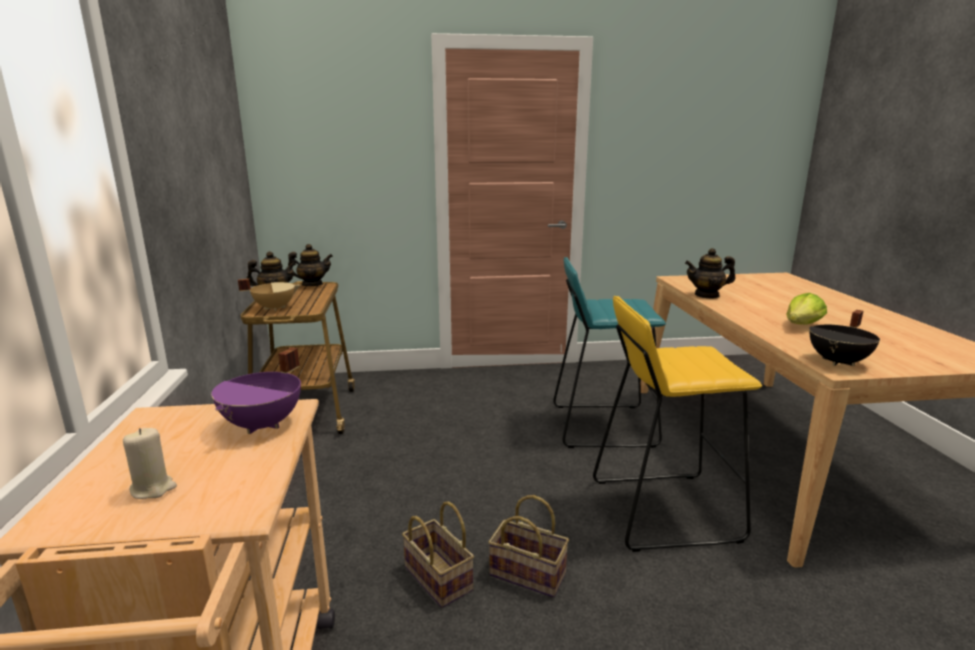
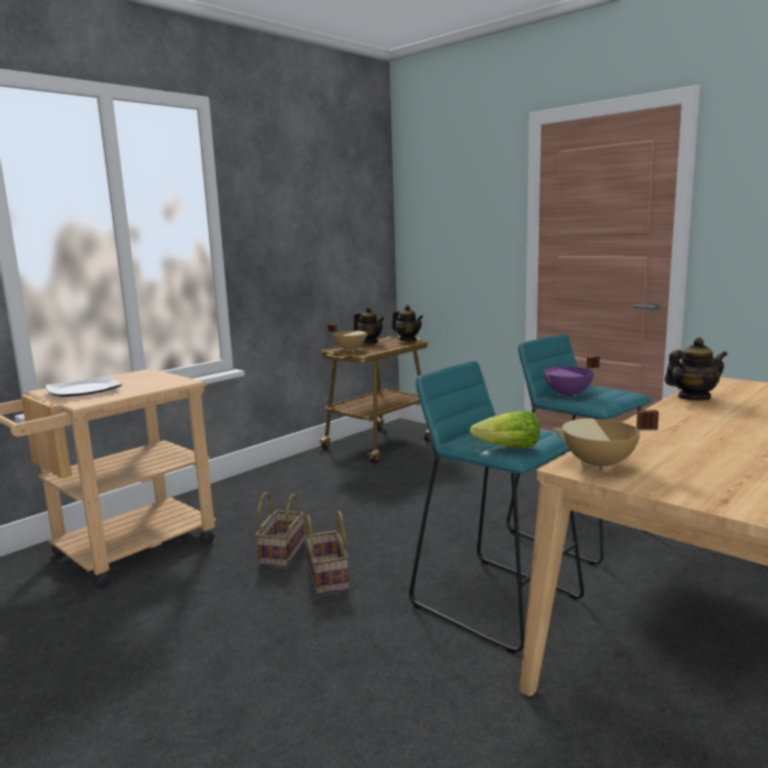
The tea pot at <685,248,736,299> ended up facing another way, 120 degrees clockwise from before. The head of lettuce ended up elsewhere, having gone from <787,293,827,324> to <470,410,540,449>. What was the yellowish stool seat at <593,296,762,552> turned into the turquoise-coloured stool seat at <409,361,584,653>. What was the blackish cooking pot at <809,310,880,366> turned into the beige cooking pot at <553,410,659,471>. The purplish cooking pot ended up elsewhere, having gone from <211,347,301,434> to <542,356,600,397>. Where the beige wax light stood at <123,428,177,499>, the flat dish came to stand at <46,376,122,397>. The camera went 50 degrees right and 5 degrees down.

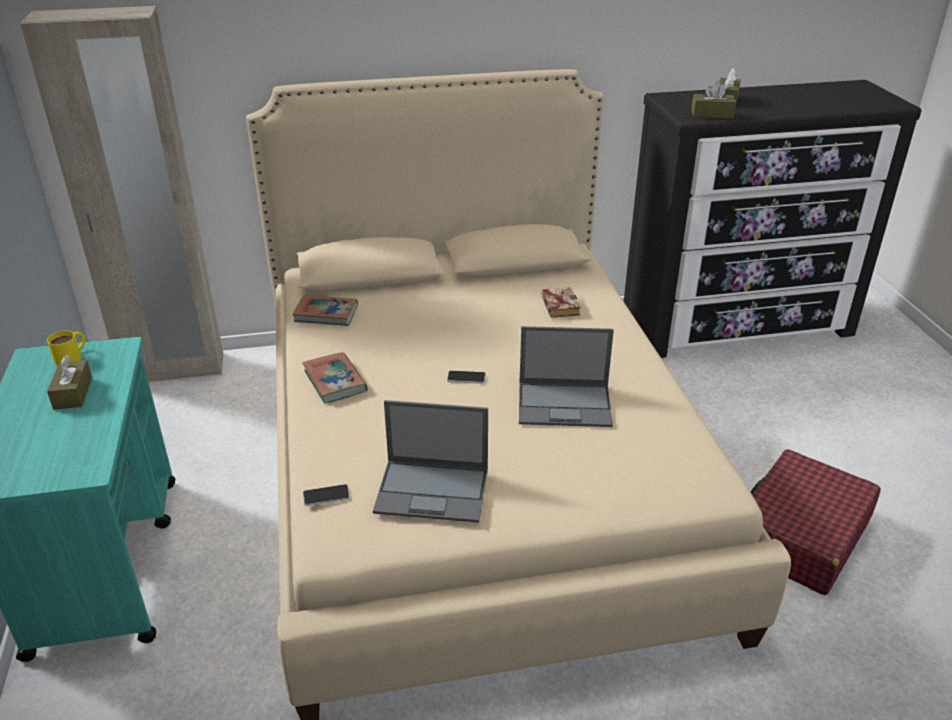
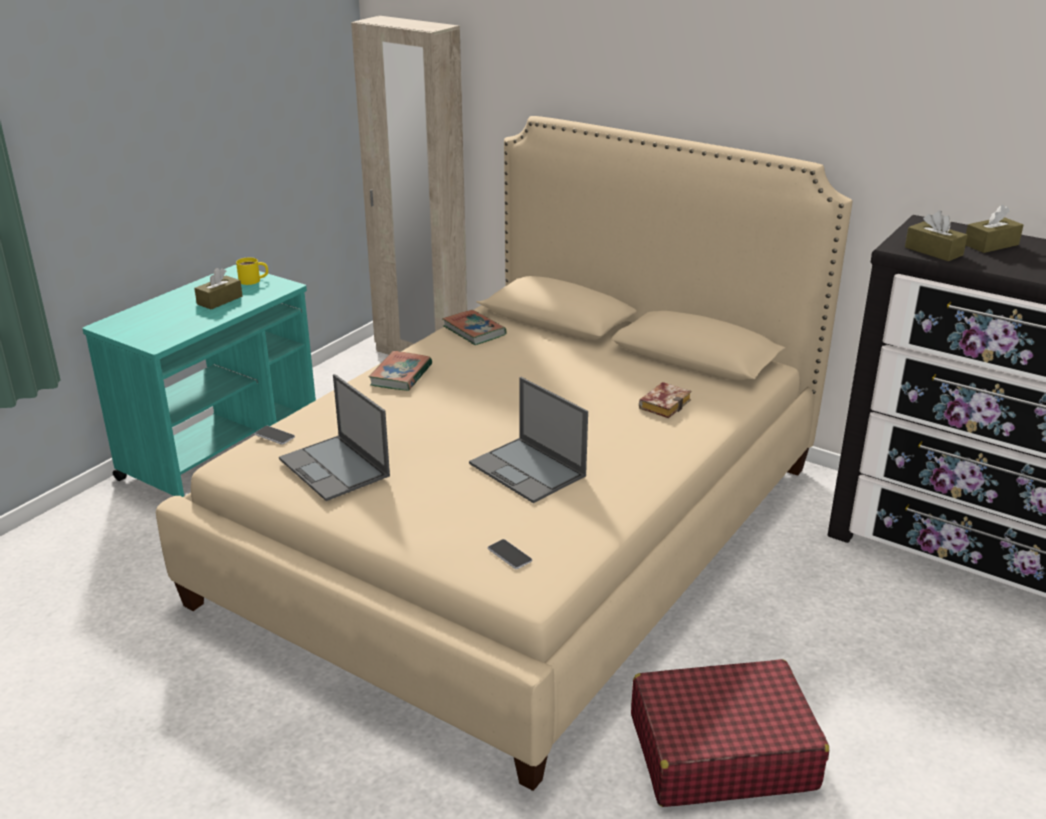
The handset ended up elsewhere, having gone from <447,370,486,384> to <488,539,532,569>. The camera went 45 degrees right and 5 degrees down.

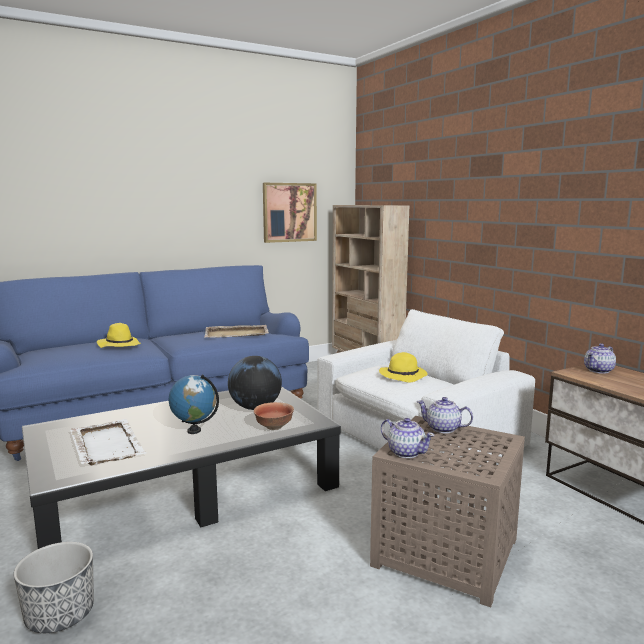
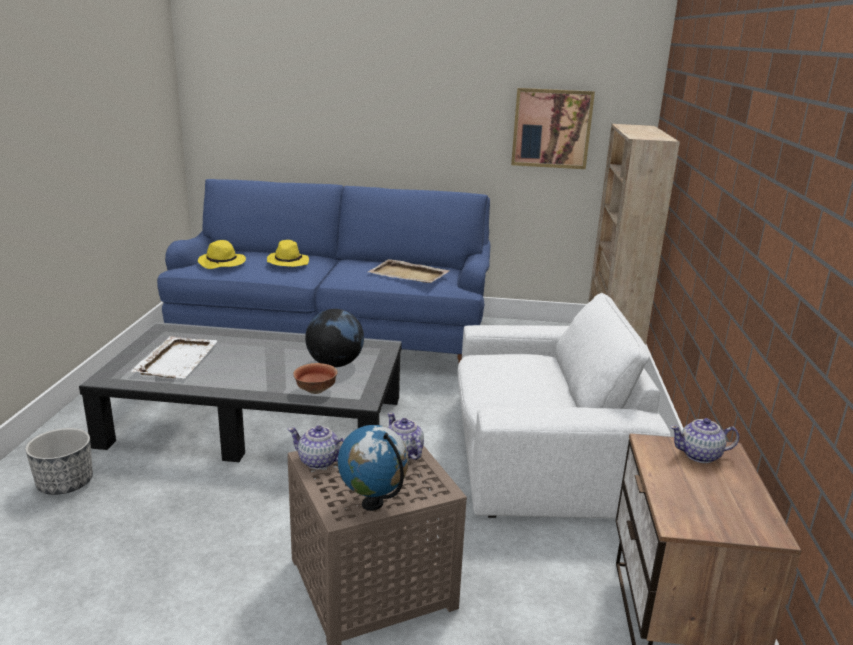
The yellowish clothing hat ended up elsewhere, having gone from <379,352,428,383> to <198,240,246,269>. The globe ended up elsewhere, having gone from <168,375,219,434> to <338,425,409,511>. The tea pot at <381,418,435,458> ended up facing another way, 120 degrees clockwise from before. The camera went 35 degrees right and 10 degrees up.

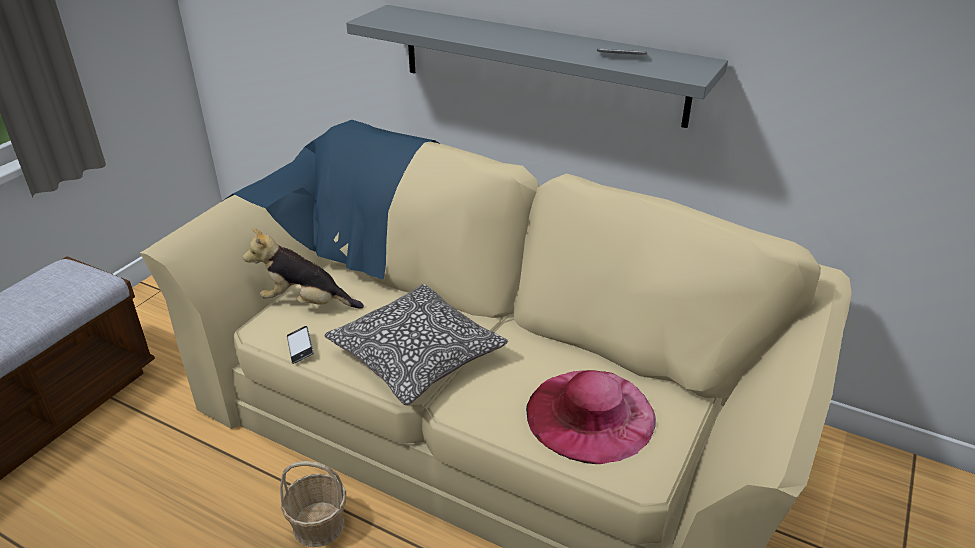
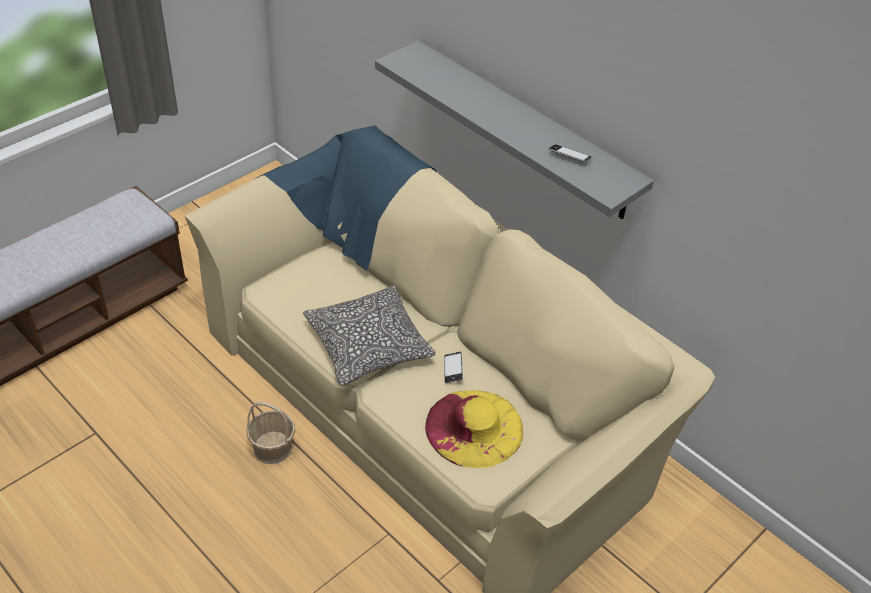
The second view lost the cuddly toy at <243,228,364,309>. The handset ended up elsewhere, having gone from <287,326,313,364> to <444,352,463,383>. What was the pink clothing hat at <526,370,656,464> turned into the yellowish clothing hat at <425,390,523,468>. The camera went 15 degrees right and 10 degrees up.

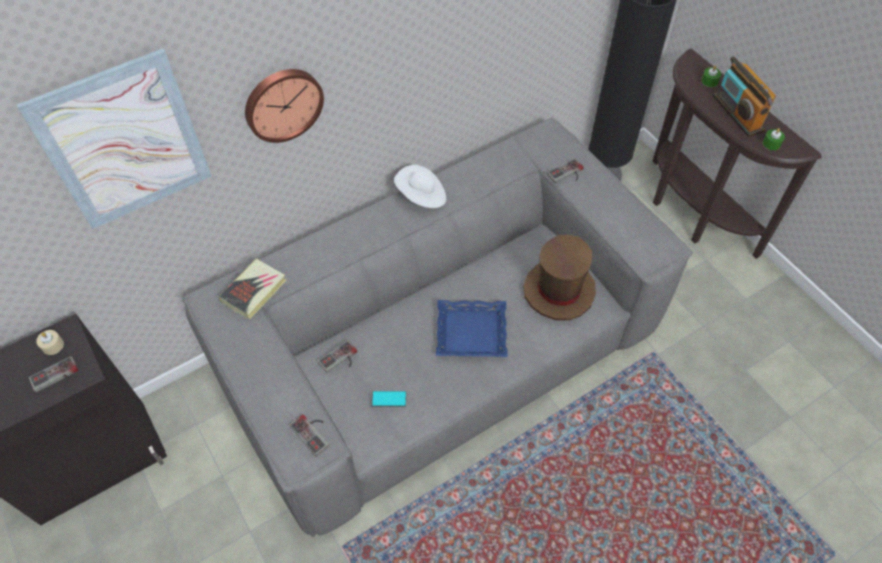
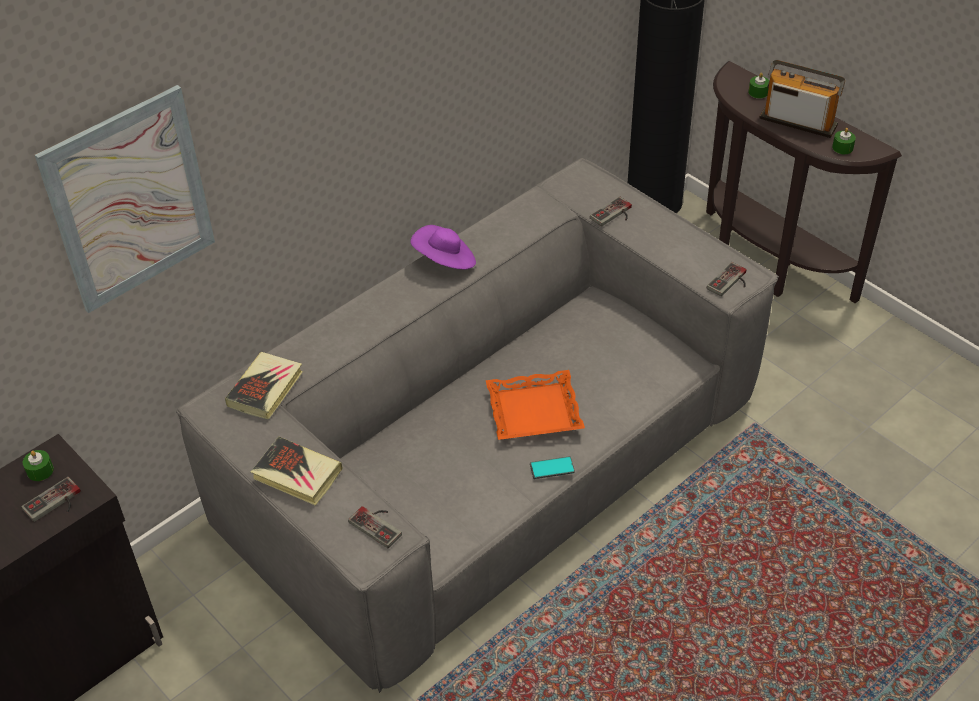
The radio set at <713,56,776,137> ended up facing another way, 150 degrees clockwise from before. The second view lost the hanging clock at <245,69,324,143>. What was the whitish clothing hat at <394,165,446,208> turned into the purplish clothing hat at <410,225,476,269>. The second view lost the brown clothing hat at <523,235,596,320>. What was the blue serving tray at <436,300,508,357> turned into the orangey serving tray at <486,370,585,440>. What was the beige wax light at <36,330,64,355> turned into the green wax light at <23,450,54,481>. The gamepad ended up elsewhere, having gone from <318,340,357,373> to <707,262,746,296>. The handset ended up elsewhere, having gone from <371,391,406,407> to <530,456,575,479>. The second view gained the volume at <251,436,343,506>. The camera went 10 degrees left and 10 degrees down.

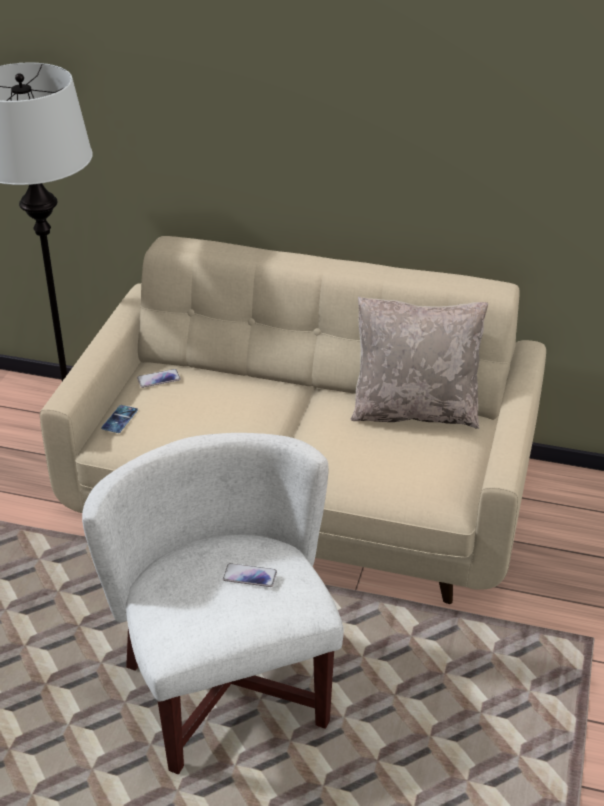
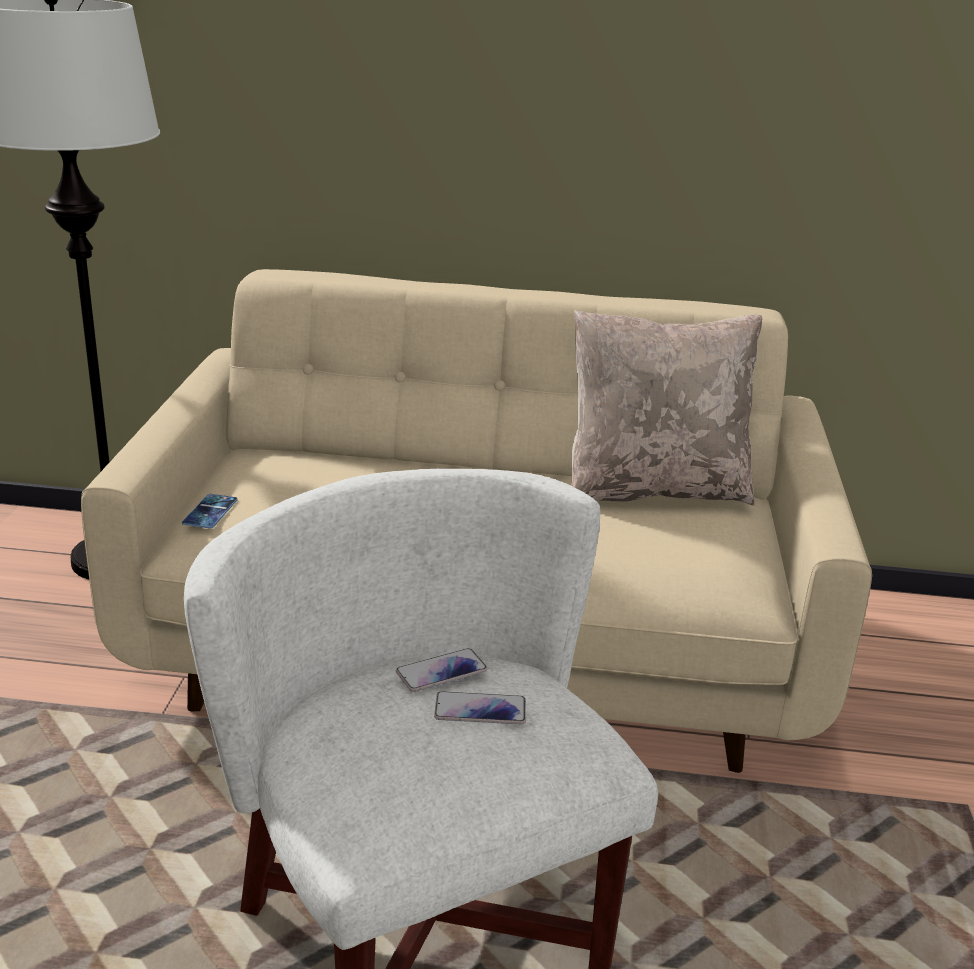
The handset ended up elsewhere, having gone from <137,369,181,388> to <396,648,488,692>. The camera went 10 degrees left and 10 degrees down.

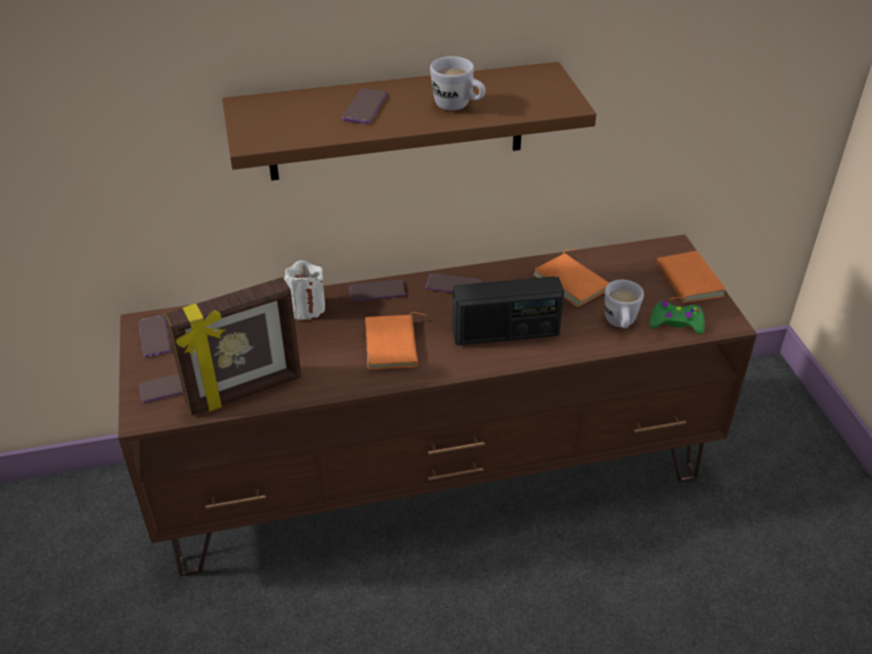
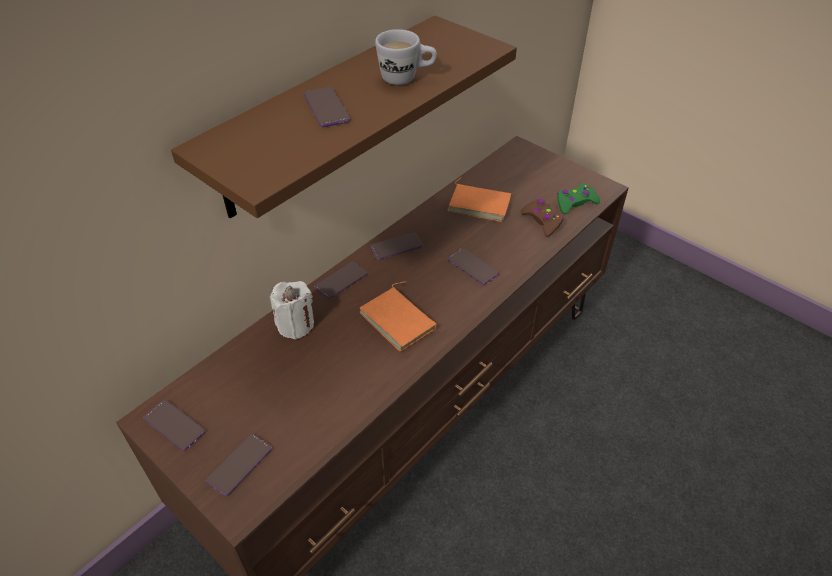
The second view lost the orangey volume at <657,251,726,303>. Where the radio set stood at <452,276,564,345>, the handset came to stand at <448,248,499,285>. The second view lost the picture frame at <164,277,302,415>. Where the whitish tea mug stood at <605,280,644,328>, the brown gamepad came to stand at <521,199,564,237>. The camera went 35 degrees left and 5 degrees up.

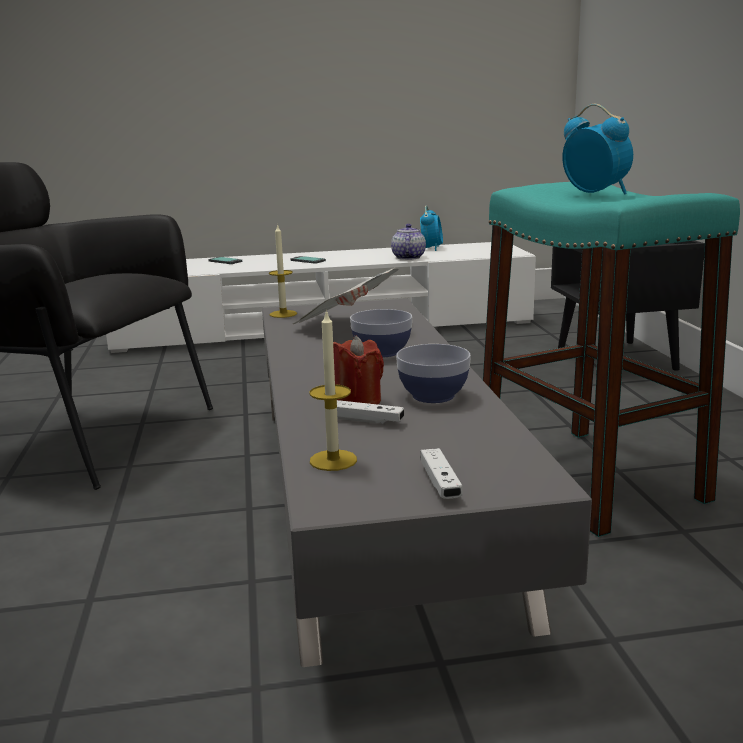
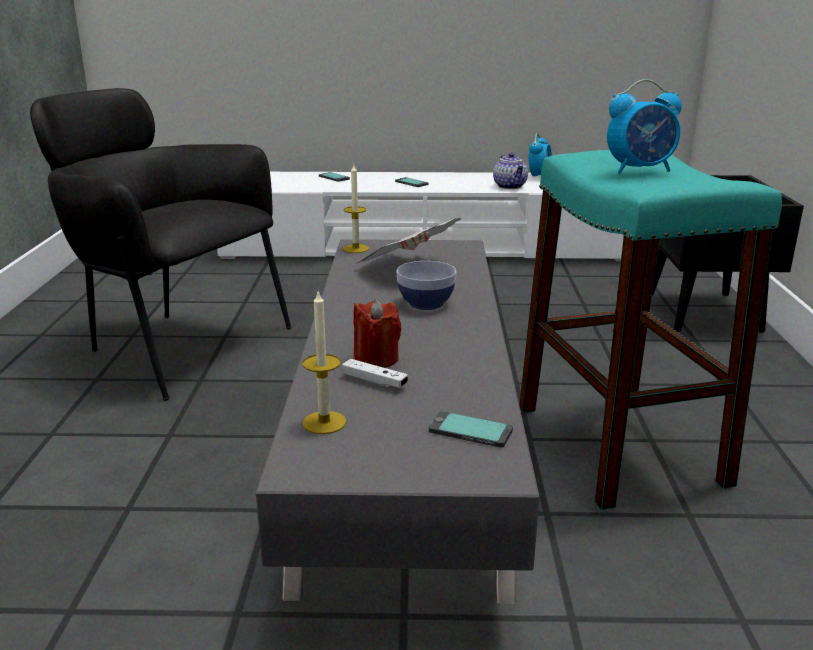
The table clock at <562,104,633,194> ended up facing another way, 105 degrees clockwise from before. The tea pot at <391,224,426,260> ended up facing another way, 150 degrees clockwise from before. The second view lost the serving bowl at <396,344,471,403>. The second view lost the whitish gamepad at <420,448,463,499>. The second view gained the handset at <429,411,513,448>. The camera went 10 degrees right and 5 degrees up.

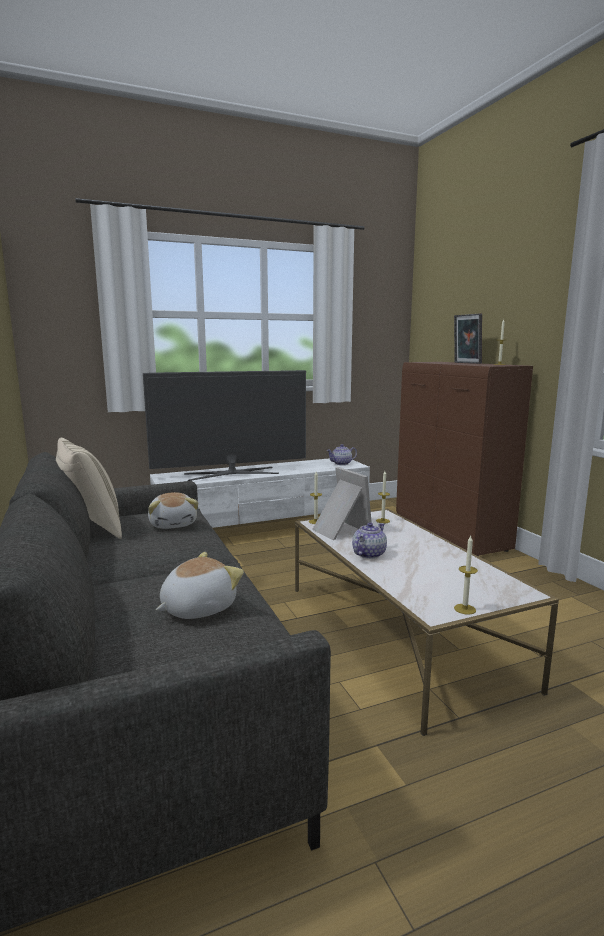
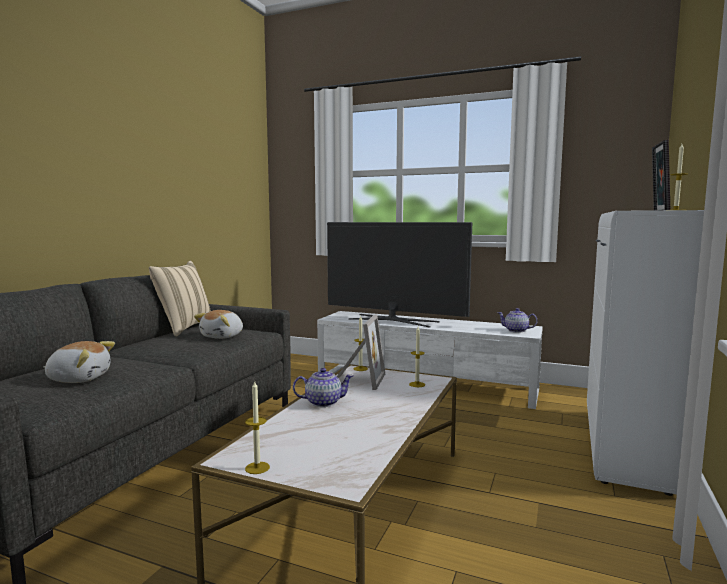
What was the brown storage cabinet at <396,362,533,557> turned into the whitish storage cabinet at <587,210,704,496>. The camera went 45 degrees right and 5 degrees down.

